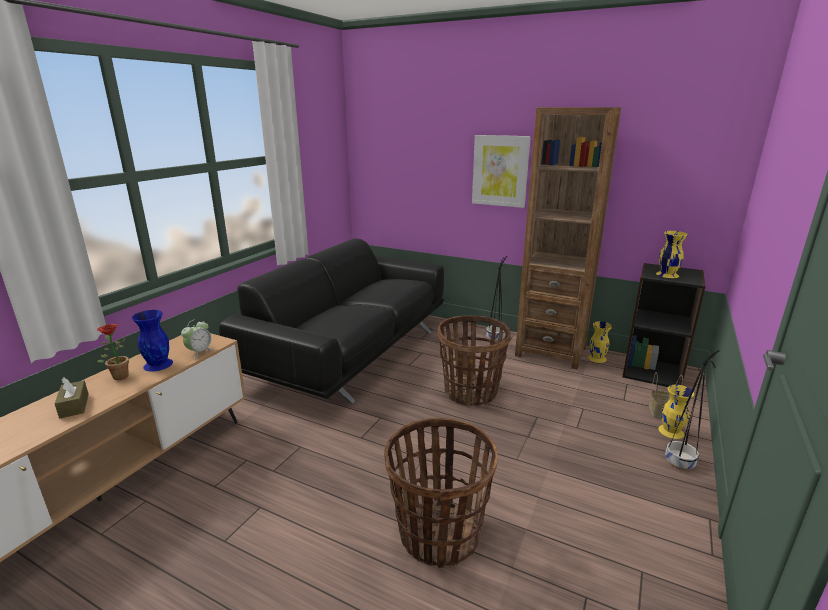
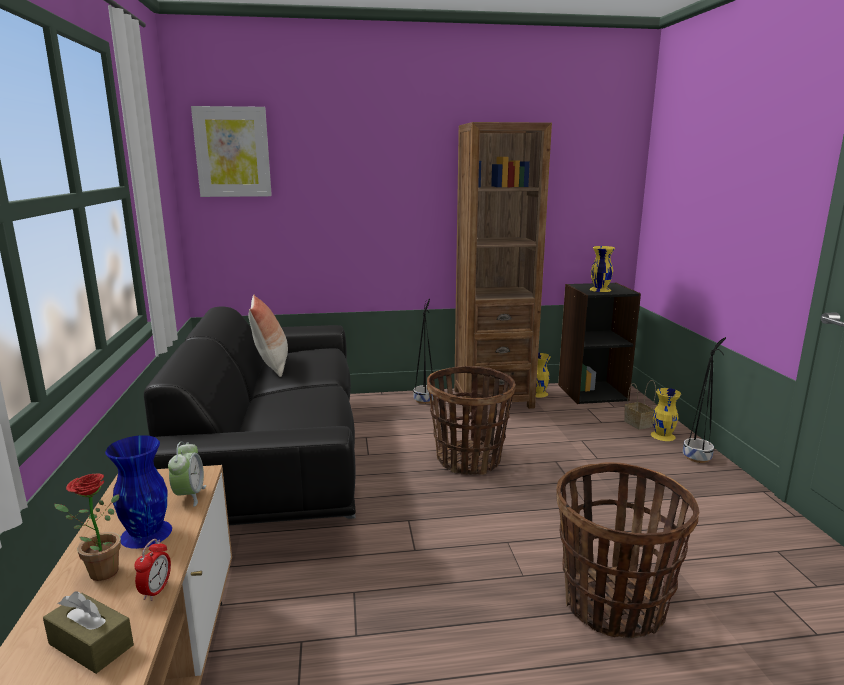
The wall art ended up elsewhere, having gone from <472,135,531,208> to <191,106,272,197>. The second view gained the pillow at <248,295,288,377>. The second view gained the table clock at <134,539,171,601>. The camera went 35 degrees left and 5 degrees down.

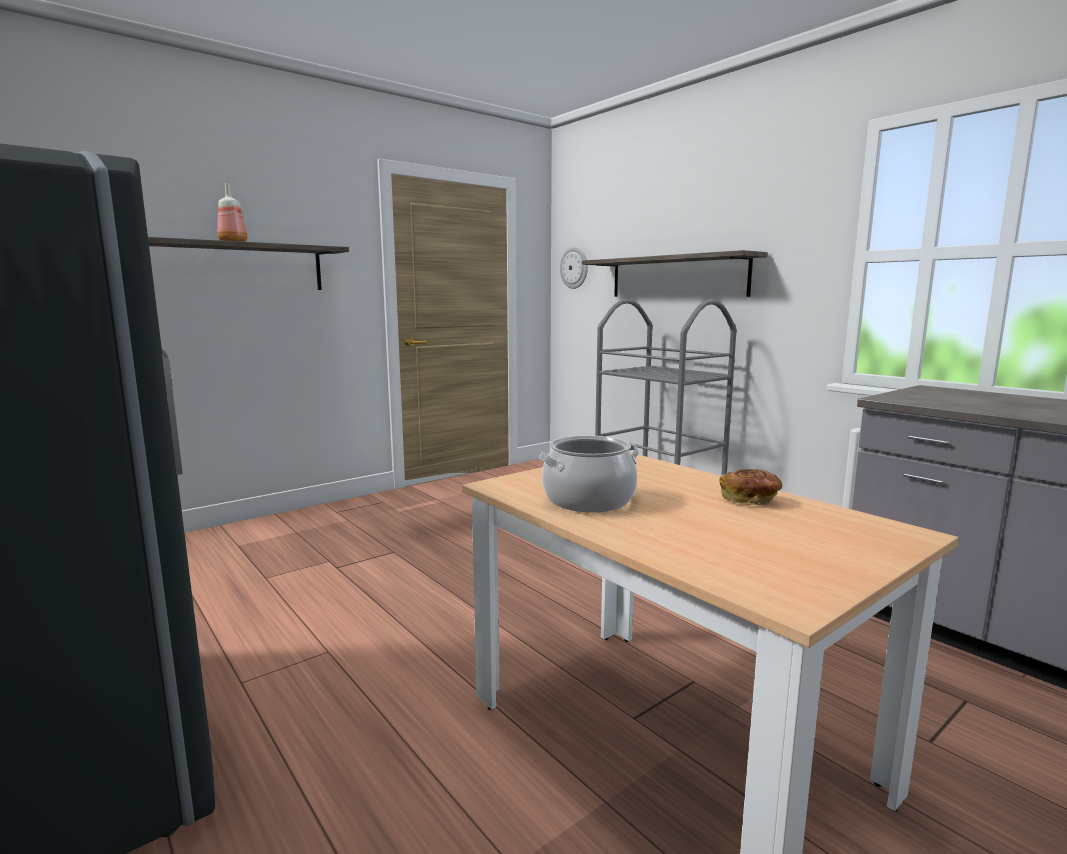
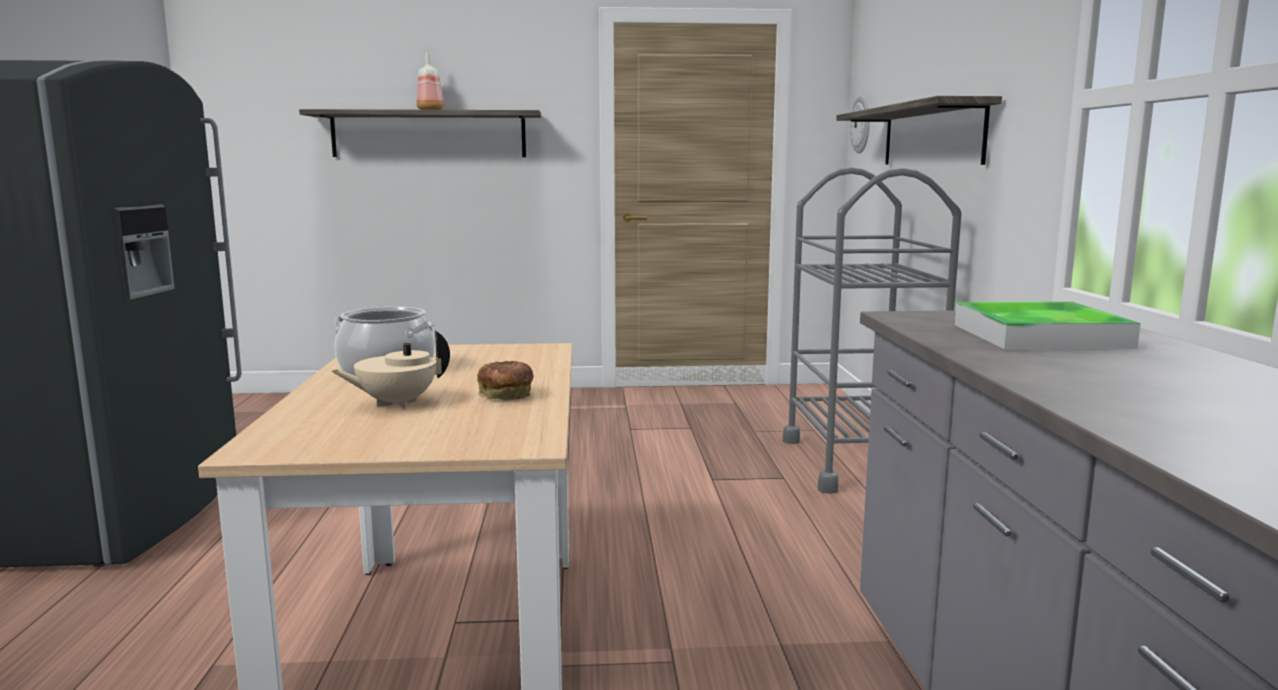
The second view gained the serving tray at <955,302,1141,350>. The second view gained the beige tea pot at <331,331,450,408>. The camera went 35 degrees right and 0 degrees up.

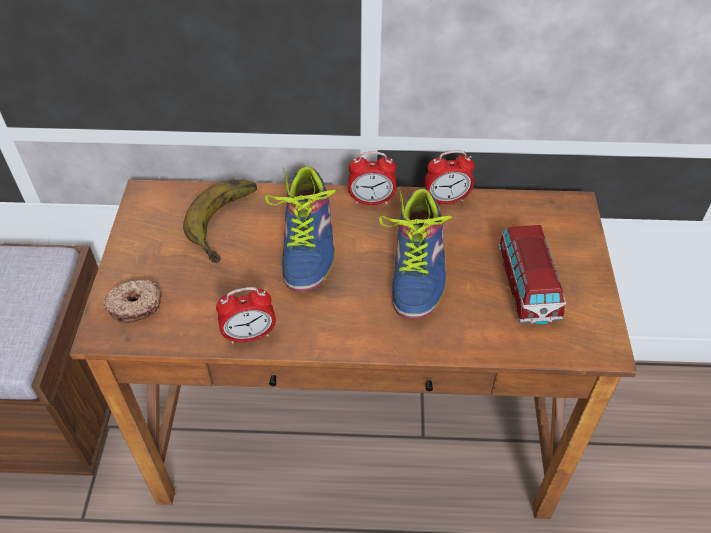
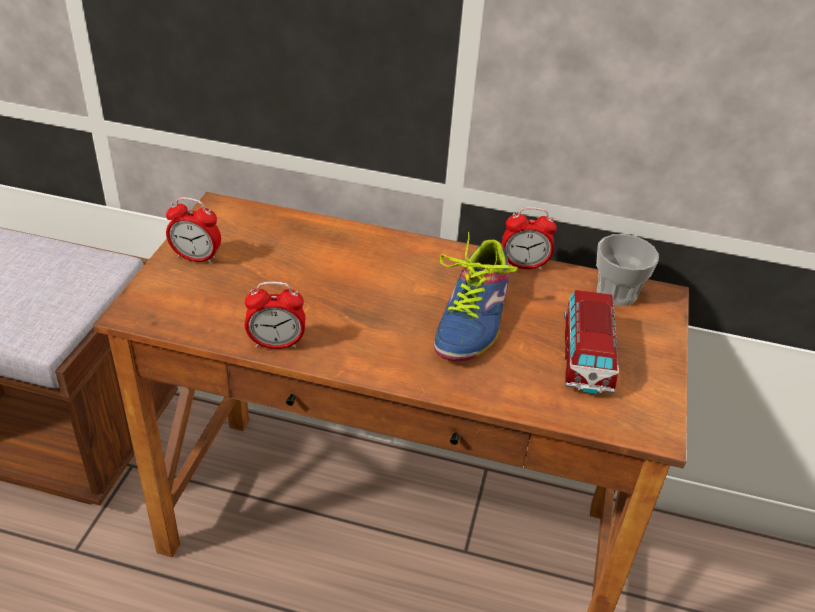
The table clock ended up elsewhere, having gone from <348,152,396,205> to <166,197,221,264>. The second view lost the low shoe at <265,167,336,292>. The second view lost the banana fruit at <183,179,257,263>. The second view lost the donut at <103,280,161,323>. The second view gained the drinking cup at <596,234,659,306>. The camera went 10 degrees right and 10 degrees down.

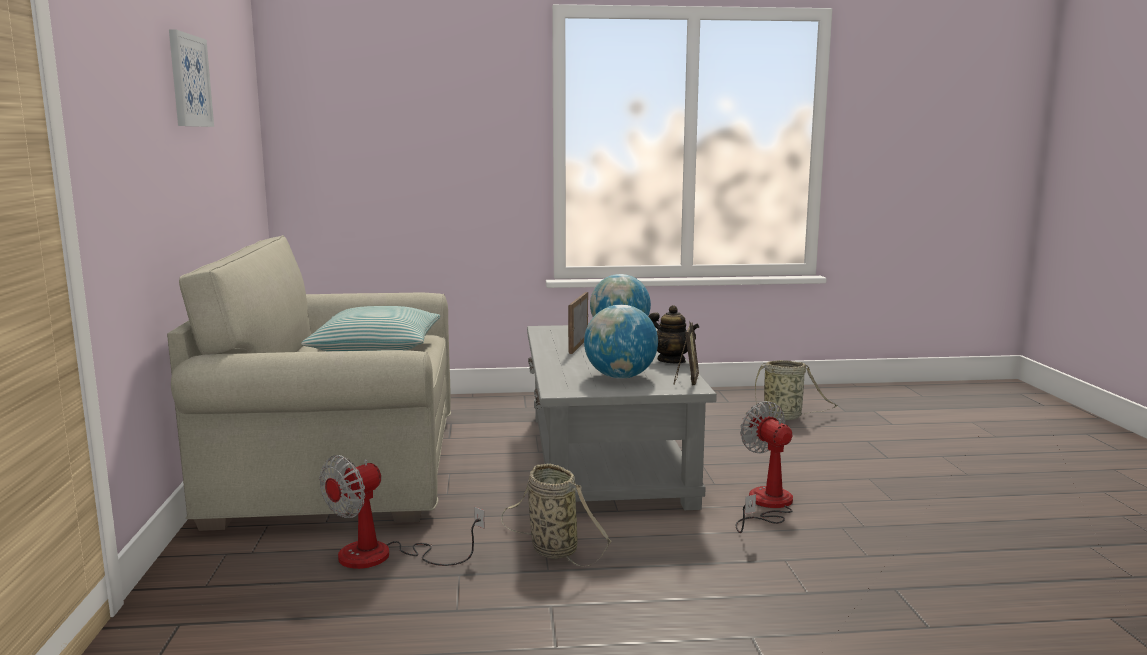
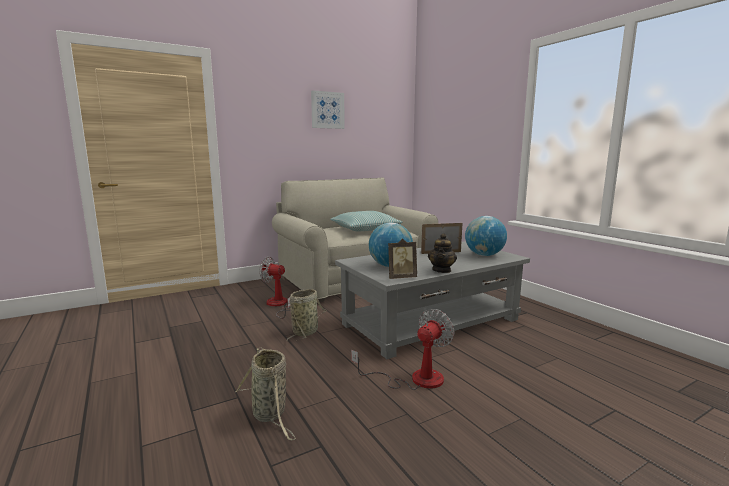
The basket ended up elsewhere, having gone from <744,360,838,420> to <235,348,296,440>. The camera went 65 degrees right and 0 degrees up.

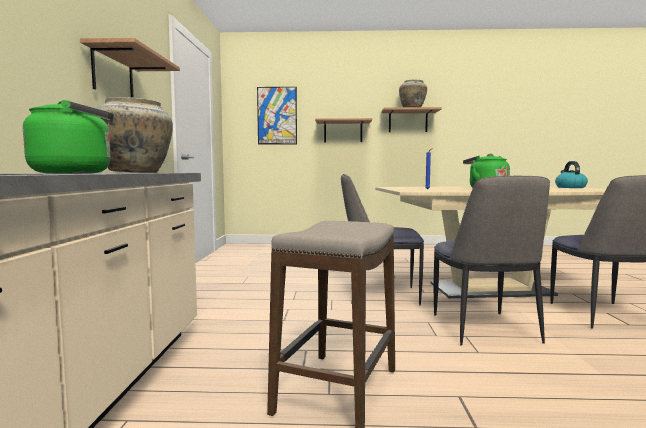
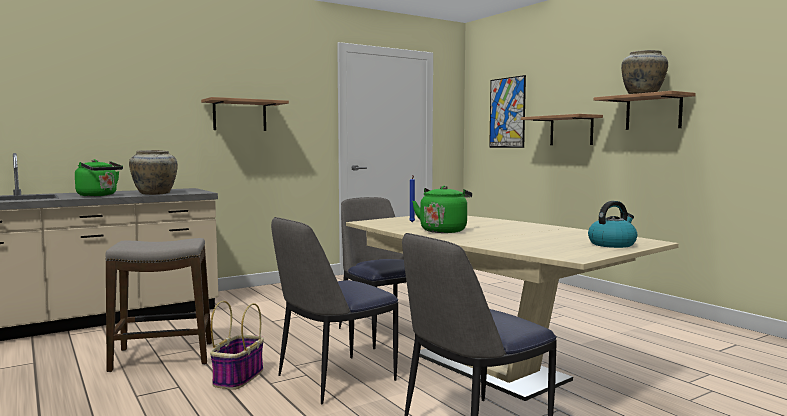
The second view gained the basket at <210,301,264,390>. The camera went 55 degrees right and 0 degrees up.

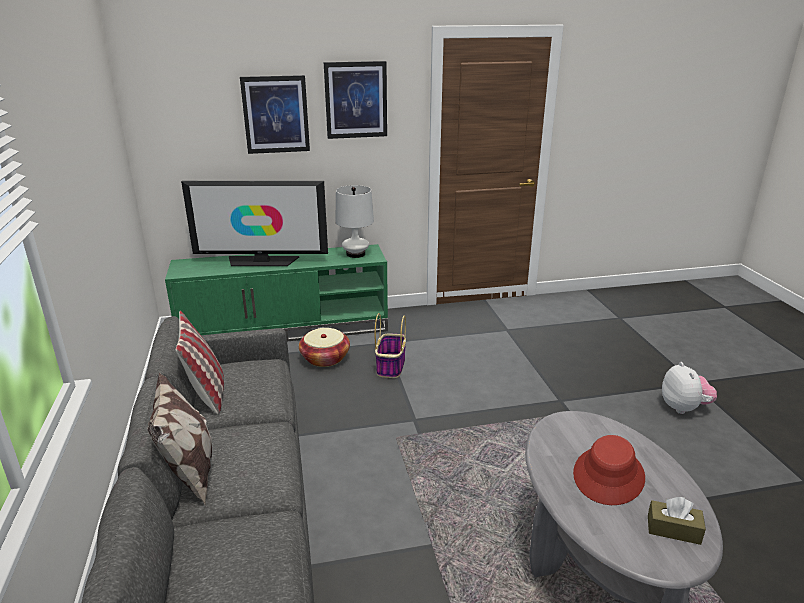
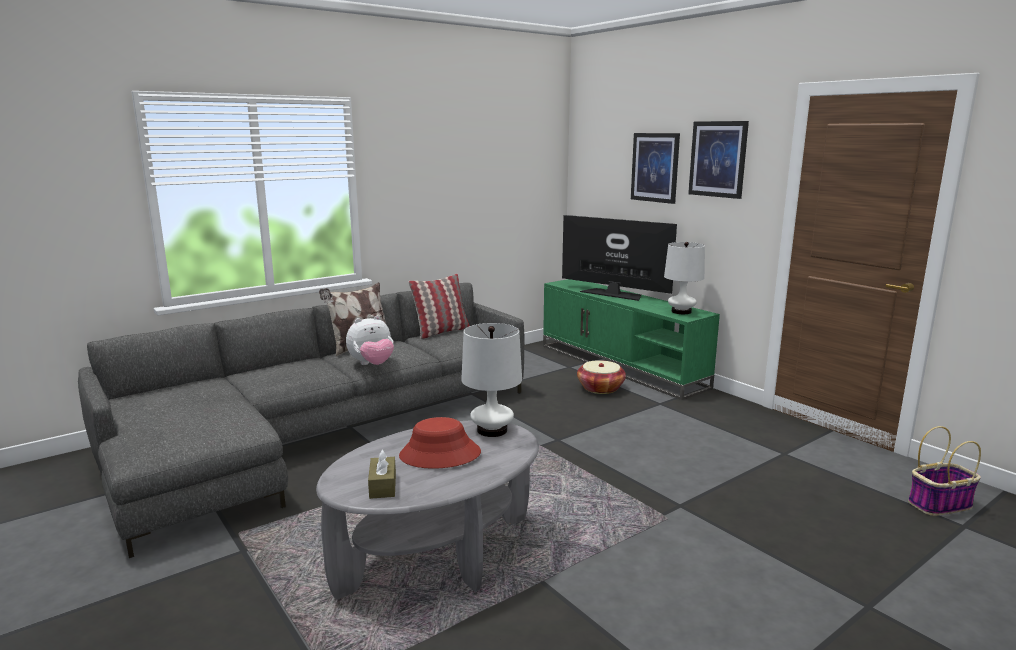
The TV at <181,181,328,266> ended up facing another way, 150 degrees clockwise from before. The basket ended up elsewhere, having gone from <375,313,406,378> to <908,426,981,516>. The cuddly toy ended up elsewhere, having gone from <662,362,717,414> to <346,316,394,365>. The second view gained the whitish table lamp at <461,323,522,437>. The camera went 65 degrees right and 10 degrees down.

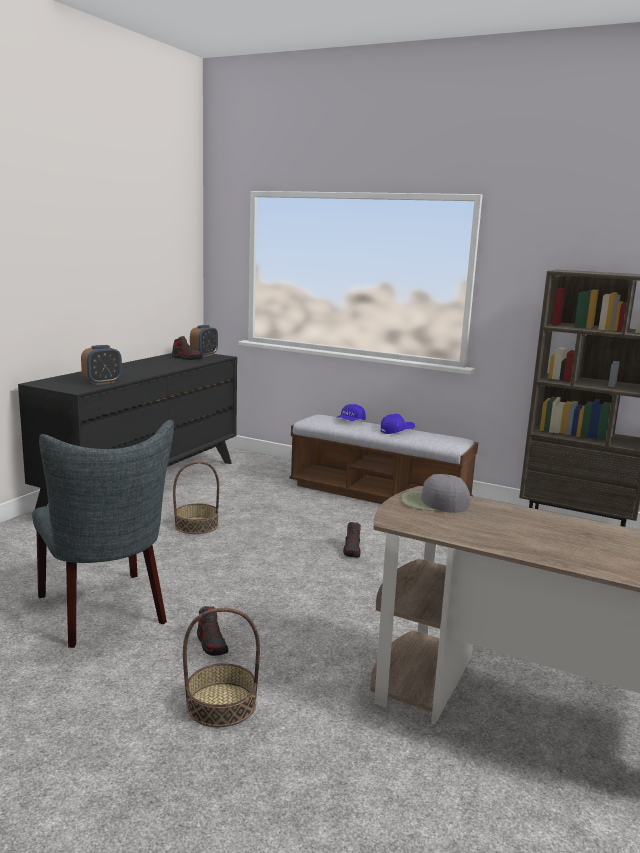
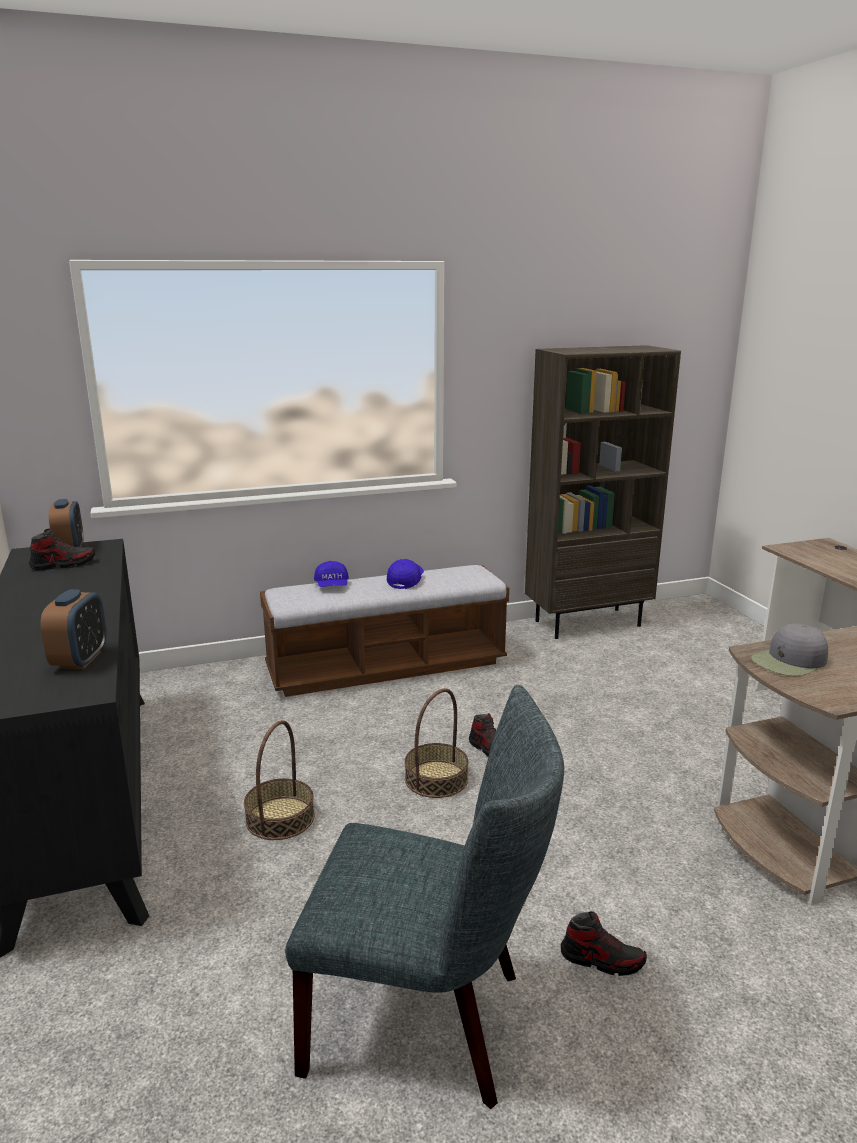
The basket ended up elsewhere, having gone from <183,608,260,727> to <405,688,468,798>. The camera went 45 degrees left and 5 degrees up.

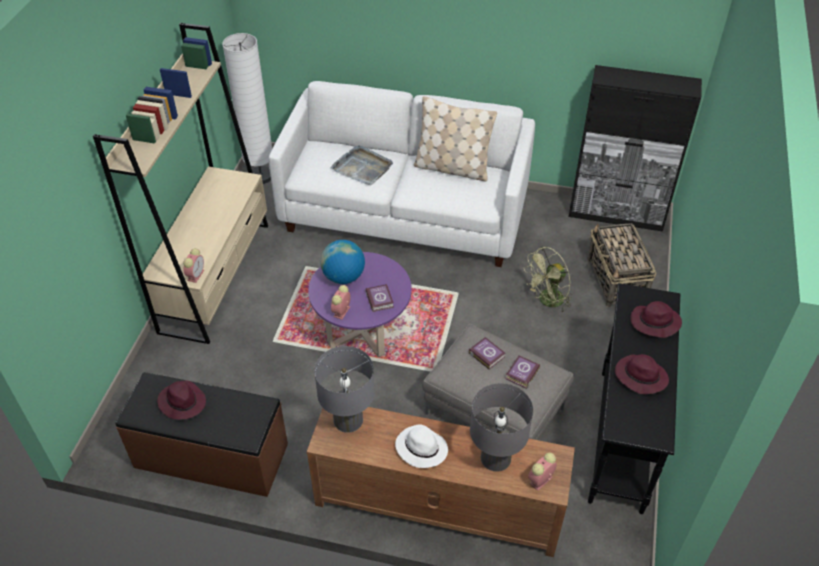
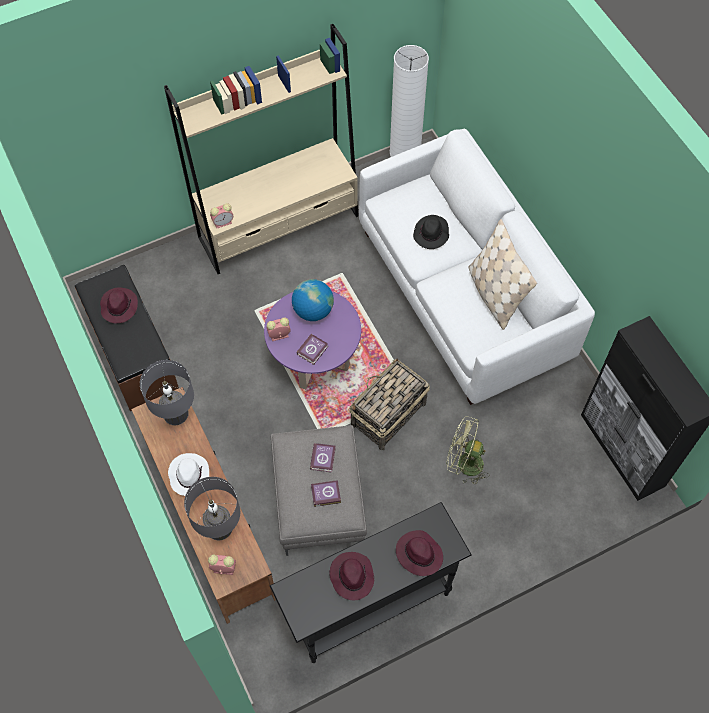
Where the gray serving tray stood at <330,145,393,185>, the blackish clothing hat came to stand at <413,215,449,249>. The basket ended up elsewhere, having gone from <587,223,656,307> to <349,358,430,450>. The camera went 50 degrees right and 15 degrees up.

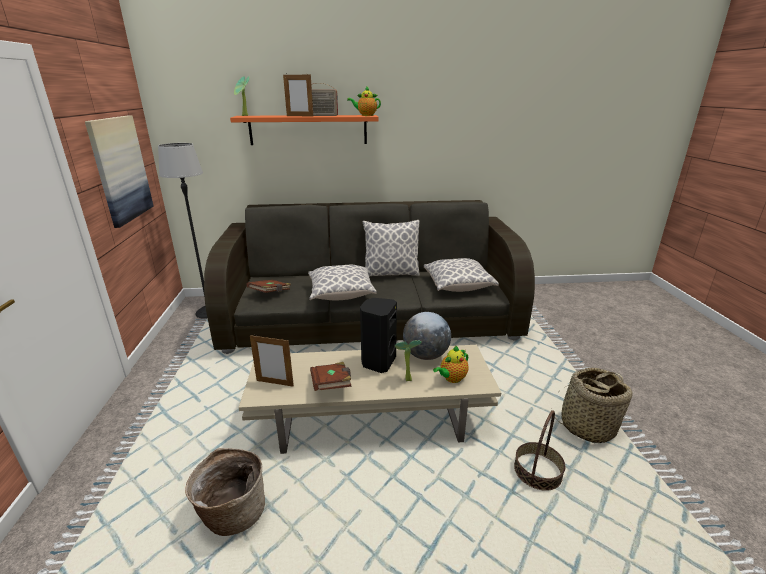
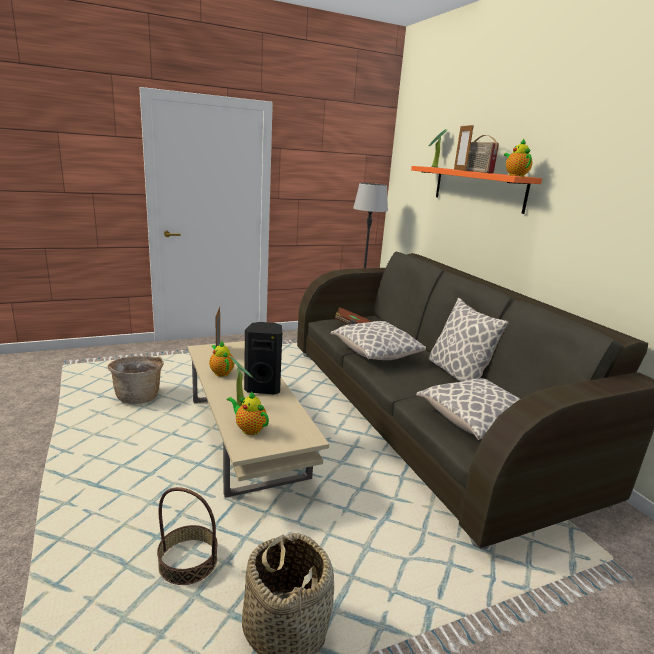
The second view lost the wall art at <85,115,154,228>. The second view lost the globe at <403,312,451,360>. Where the brown volume stood at <310,362,352,391>, the tea pot came to stand at <209,341,234,377>. The camera went 70 degrees right and 5 degrees down.

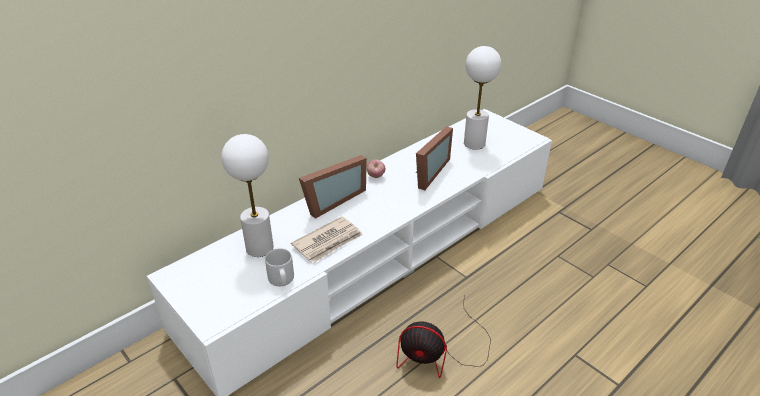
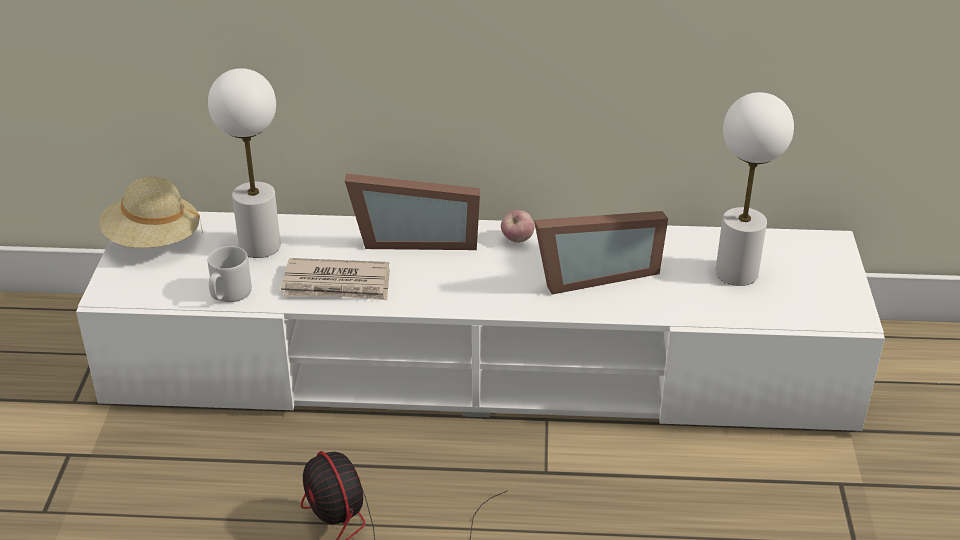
The second view gained the beige clothing hat at <99,177,203,248>. The camera went 45 degrees right and 0 degrees up.

